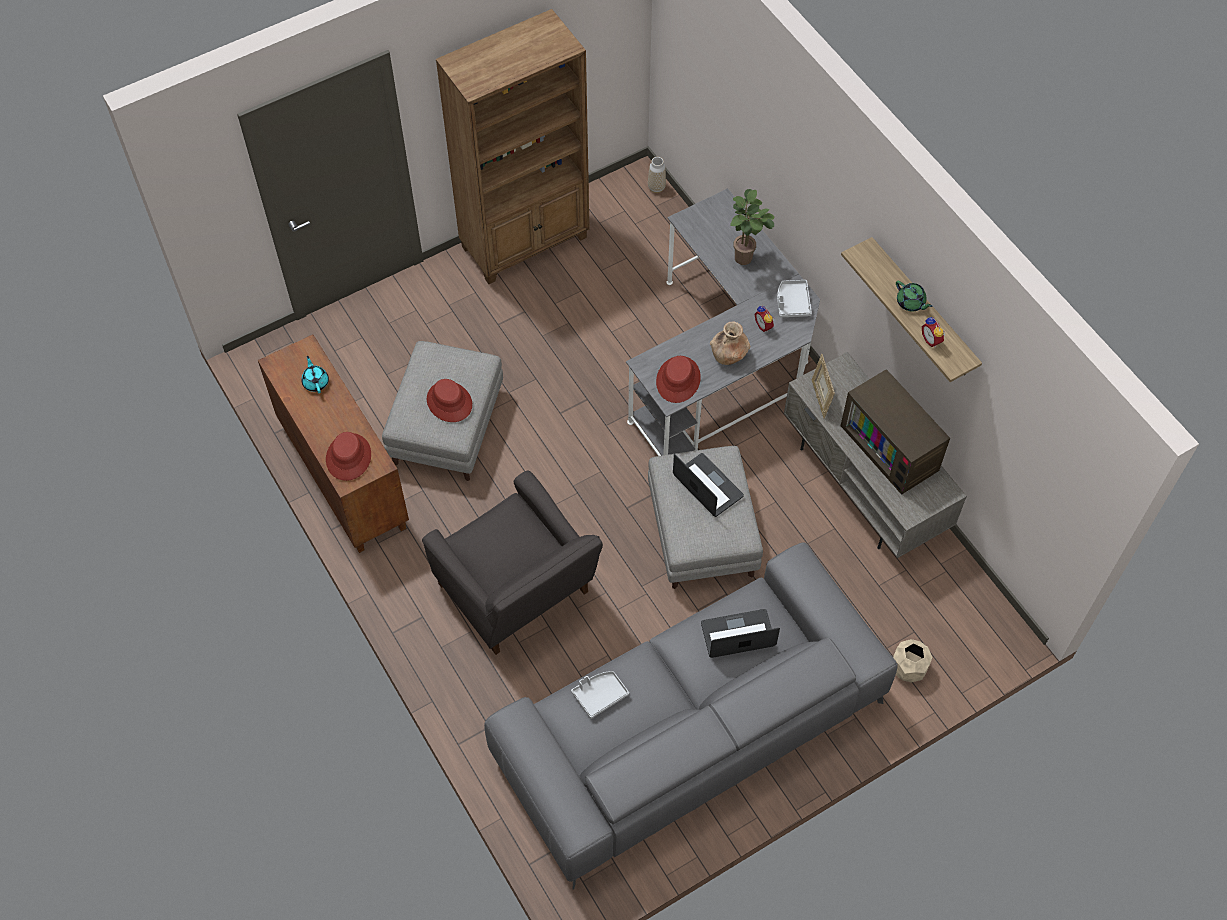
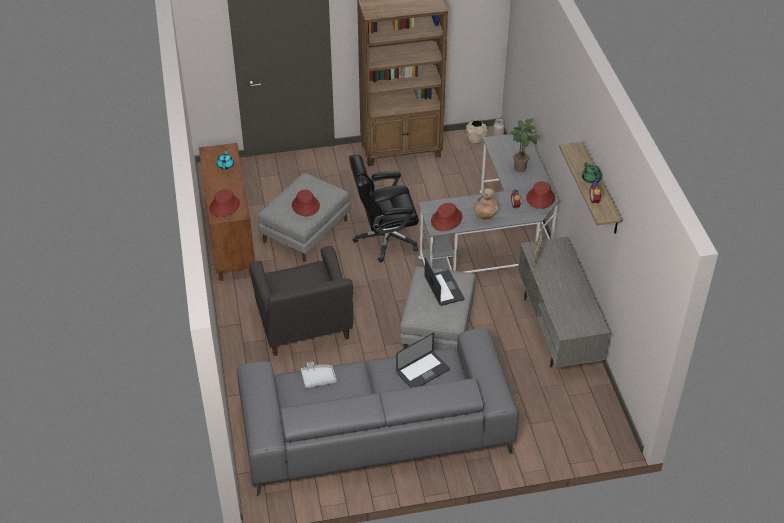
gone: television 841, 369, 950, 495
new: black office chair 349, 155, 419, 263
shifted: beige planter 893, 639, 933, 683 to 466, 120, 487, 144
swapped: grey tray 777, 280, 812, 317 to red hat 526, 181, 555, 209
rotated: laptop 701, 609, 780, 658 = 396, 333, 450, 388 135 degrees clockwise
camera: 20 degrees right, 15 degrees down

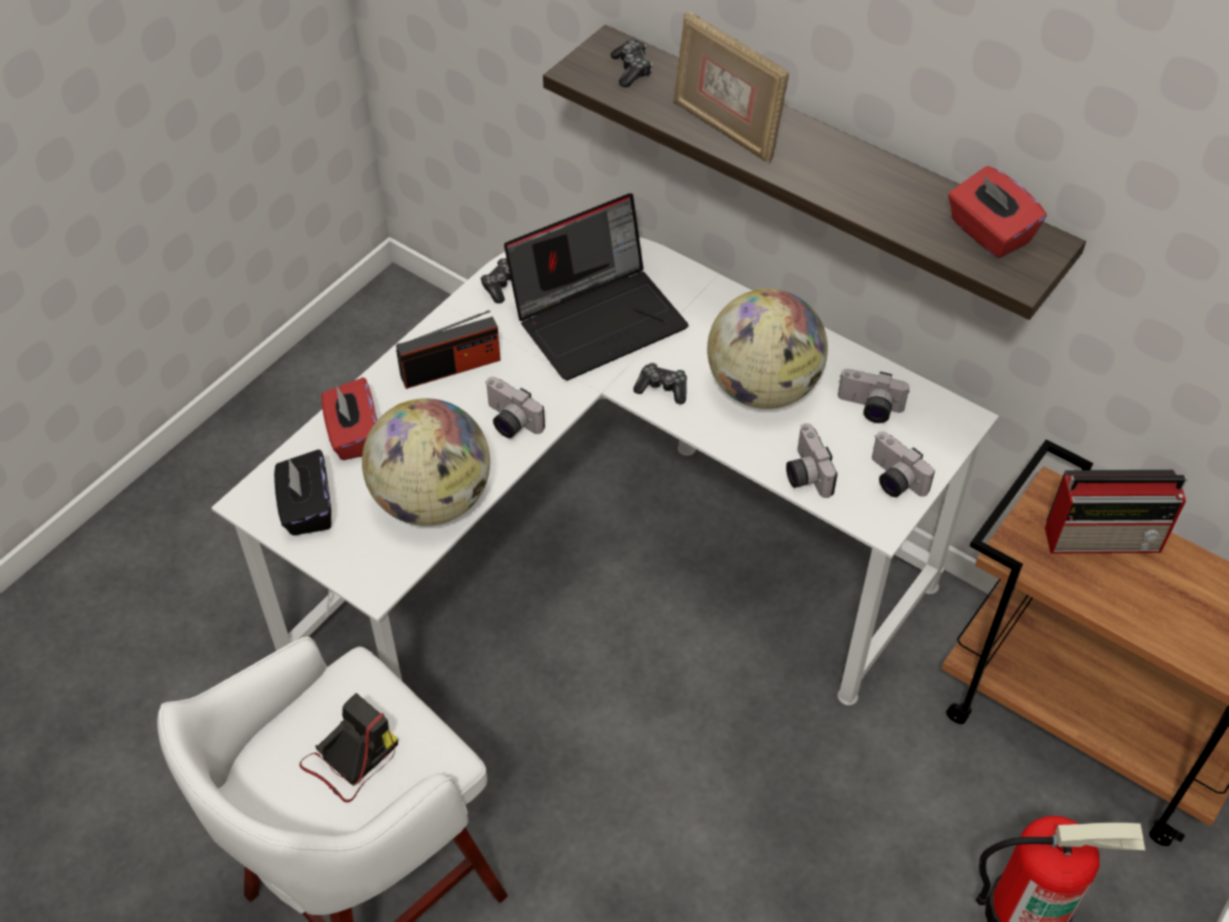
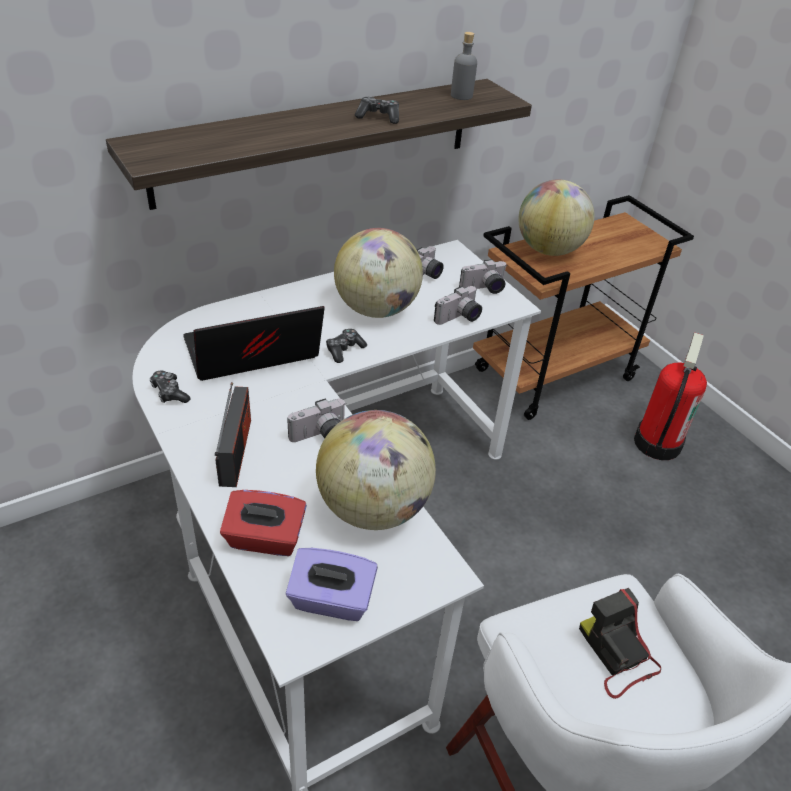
gone: picture frame 673, 12, 789, 164
shifted: game controller 611, 39, 652, 87 to 355, 97, 399, 124
swapped: red tissue box 948, 166, 1047, 258 to grey bottle 451, 32, 477, 100; radio 1045, 470, 1187, 554 to globe 518, 179, 595, 256
repainted: black tissue box 274, 449, 331, 535 to purple tissue box 286, 548, 378, 621
rotated: laptop 504, 193, 689, 380 = 183, 306, 325, 381 105 degrees counterclockwise; photo camera 786, 423, 838, 498 = 434, 286, 482, 325 45 degrees counterclockwise
camera: 70 degrees left, 10 degrees down

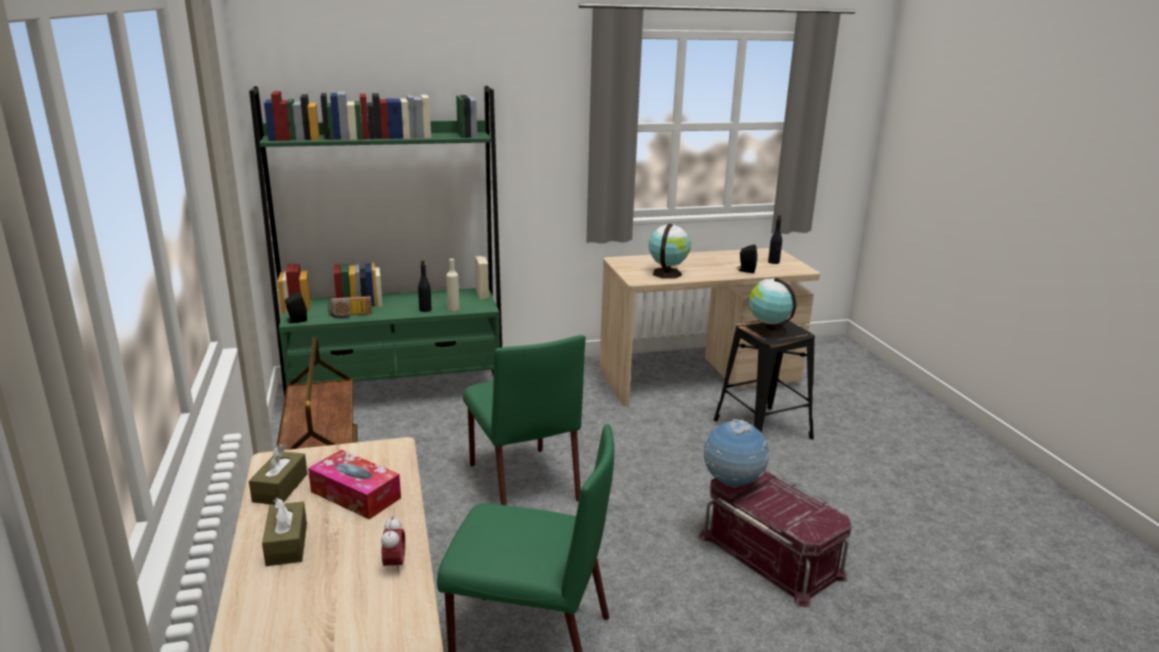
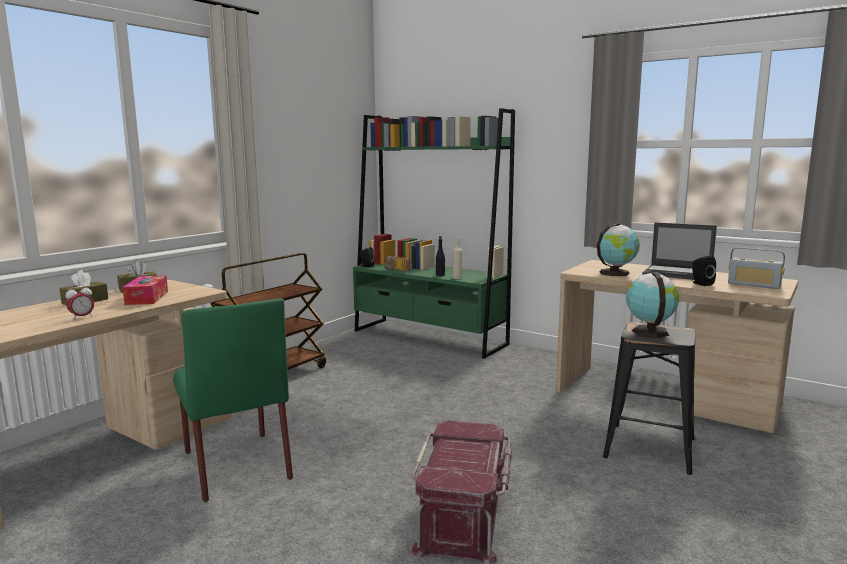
gone: green chair 463, 335, 585, 506; globe 704, 419, 769, 488
new: laptop 642, 223, 717, 280
swapped: black bottle 768, 215, 782, 264 to radio 728, 247, 785, 289
camera: 50 degrees right, 10 degrees down

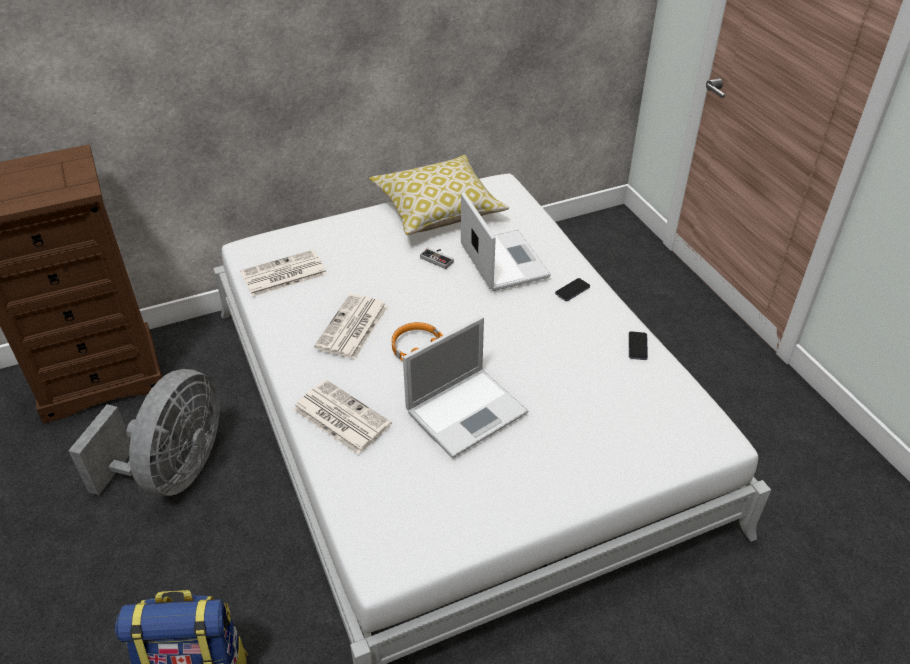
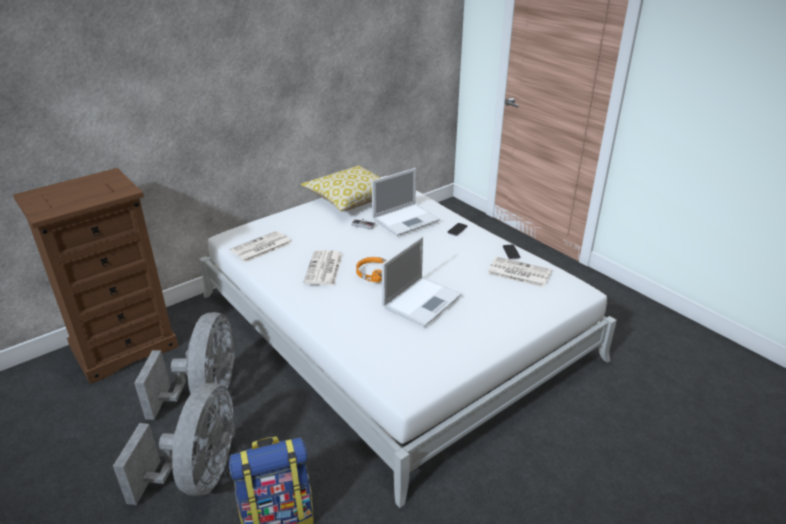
new: grey fan 113, 383, 235, 505
shifted: newspaper 293, 380, 392, 455 to 487, 257, 552, 287
rotated: laptop 461, 192, 551, 291 = 372, 168, 440, 236 90 degrees clockwise
camera: 15 degrees left, 10 degrees down

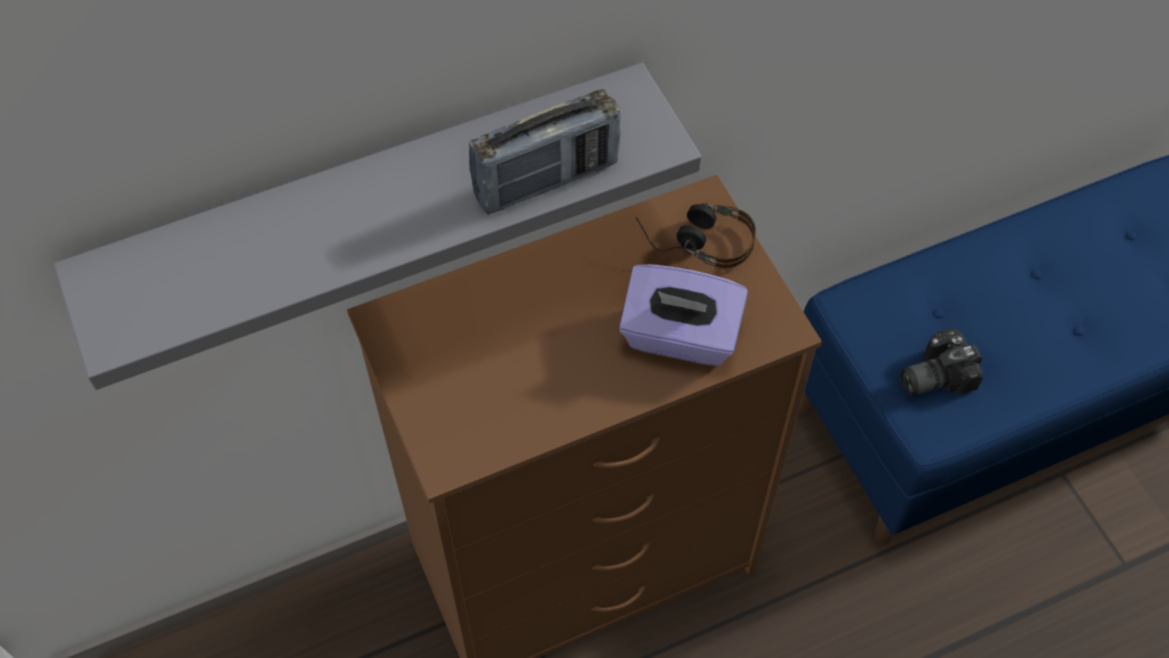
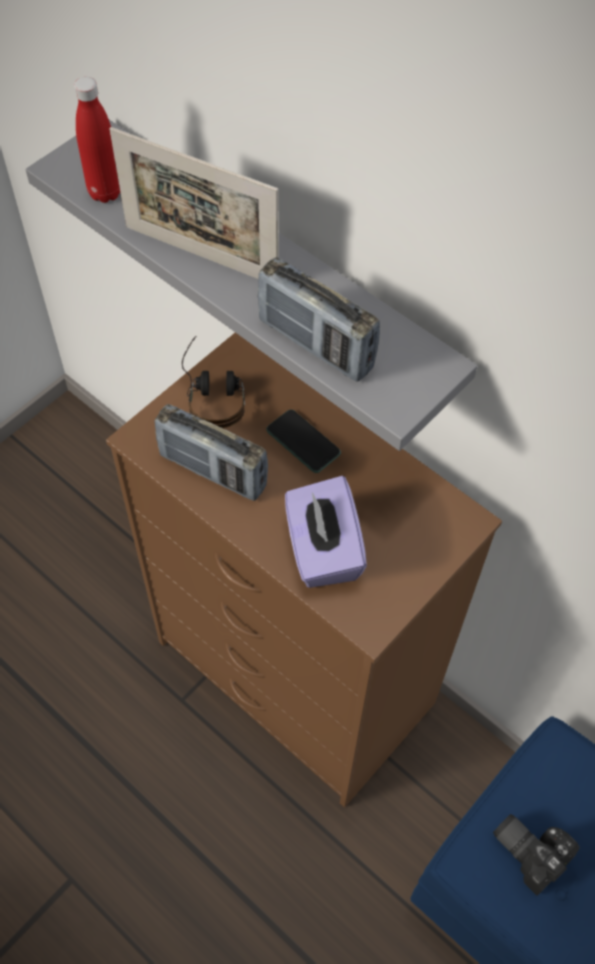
new: red bottle 74, 77, 120, 203; picture frame 109, 127, 279, 279; radio 155, 404, 268, 501; phone 266, 409, 341, 473
shifted: headphones 636, 202, 756, 269 to 182, 336, 245, 428
camera: 65 degrees right, 0 degrees up

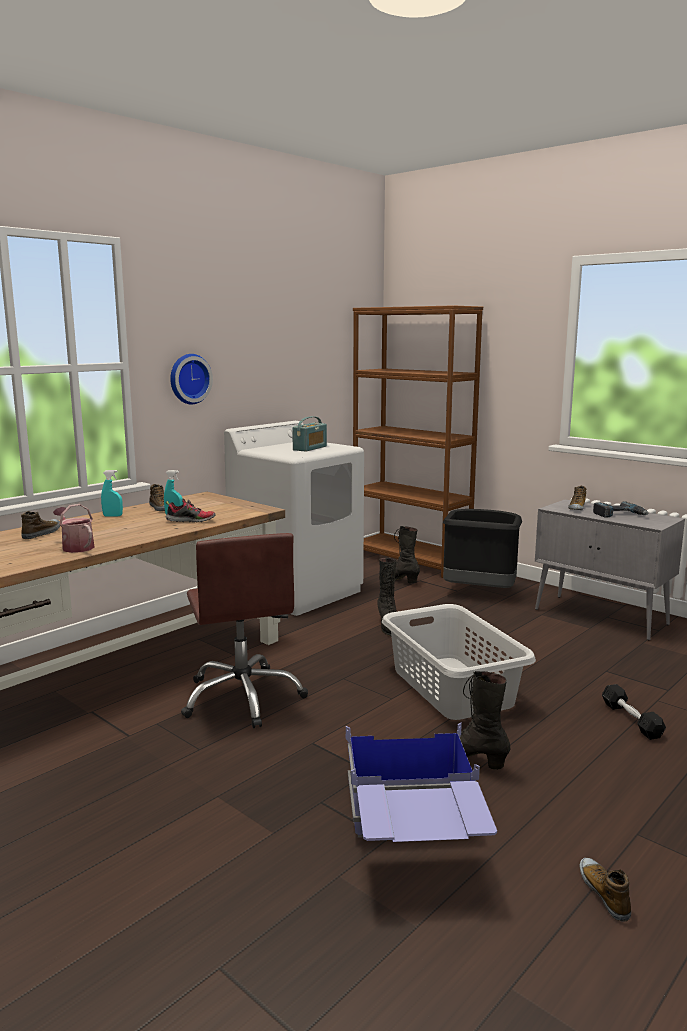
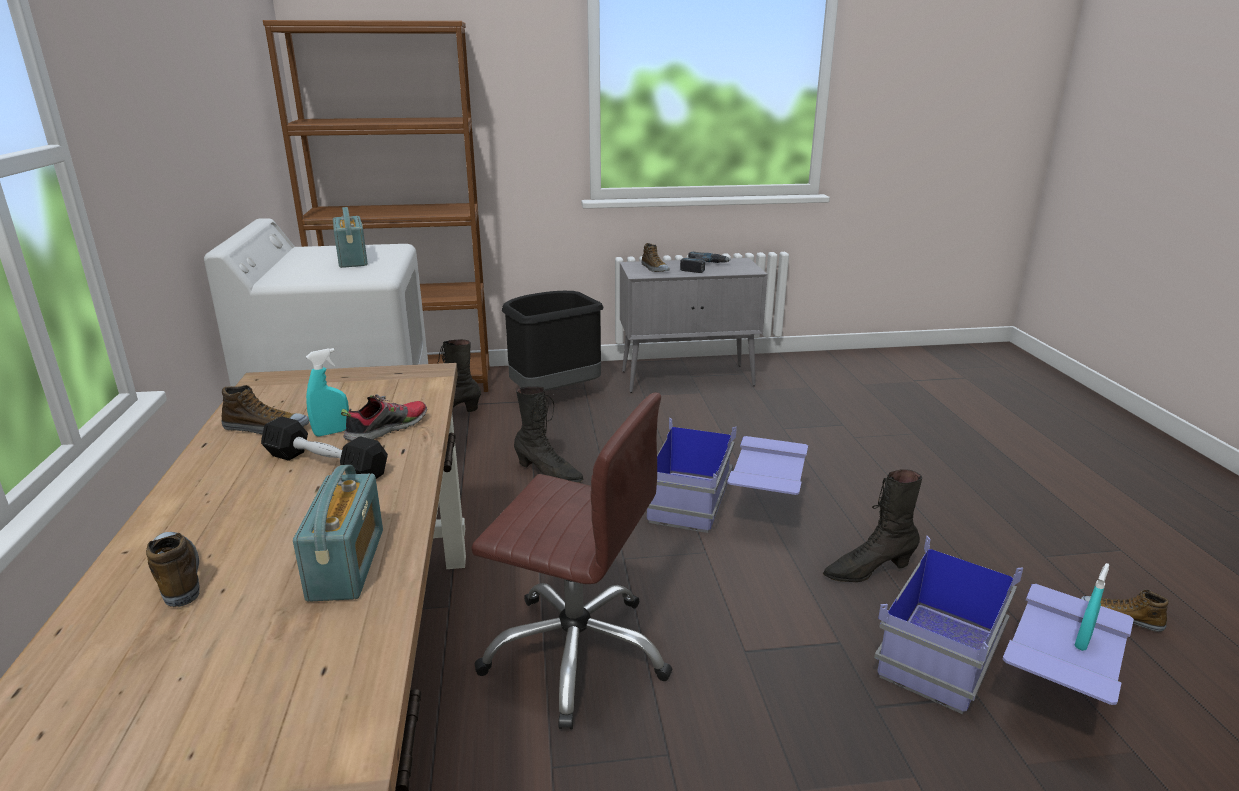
gone: wall clock 170, 354, 213, 404
shifted: turquoise spray bottle 101, 470, 123, 517 to 1074, 563, 1109, 651; black dumbbell 602, 684, 666, 740 to 261, 416, 388, 479
swapped: watering can 53, 504, 95, 553 to radio 293, 465, 383, 602; grey laundry basket 382, 604, 536, 720 to blue storage box 647, 418, 808, 533
camera: 50 degrees left, 10 degrees up

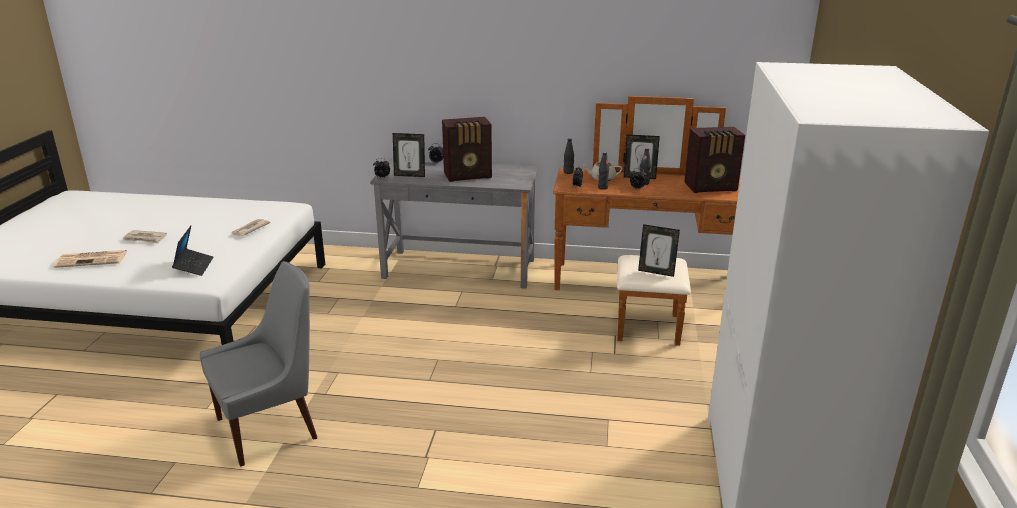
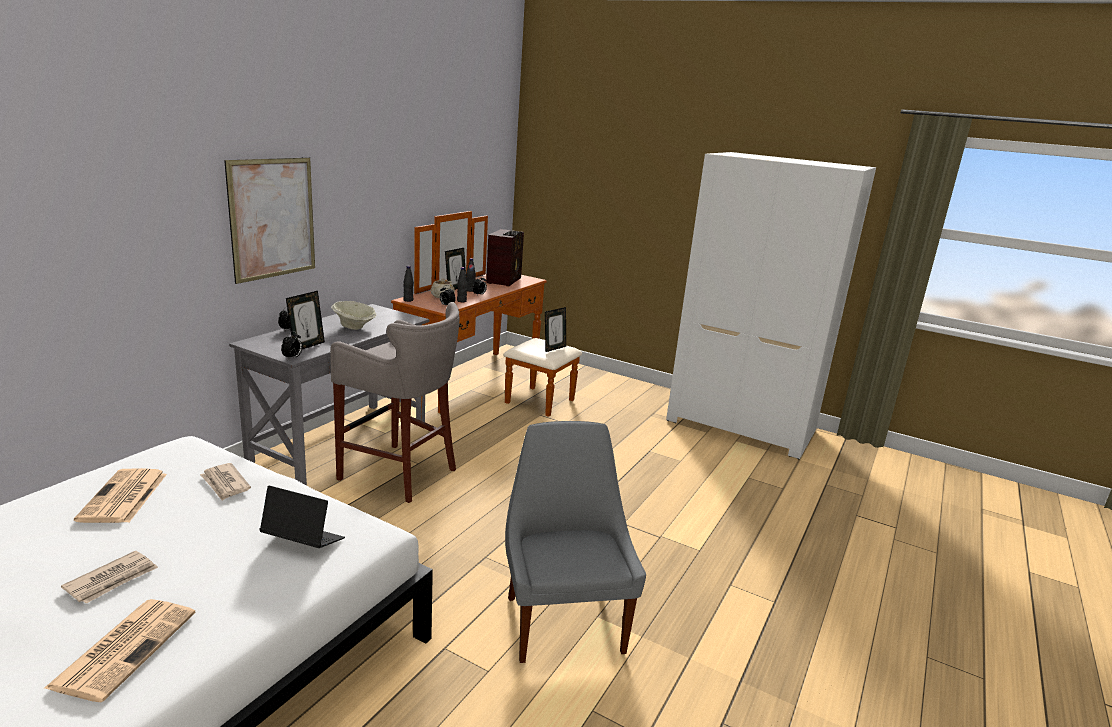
new: picture 224, 157, 315, 284; grey stool 330, 302, 460, 503; newspaper 74, 468, 167, 523
swapped: radio 442, 117, 492, 182 to beige bowl 331, 301, 376, 330
camera: 70 degrees left, 5 degrees down

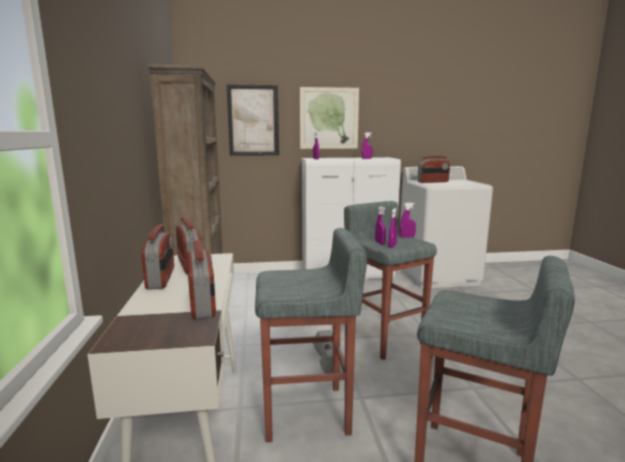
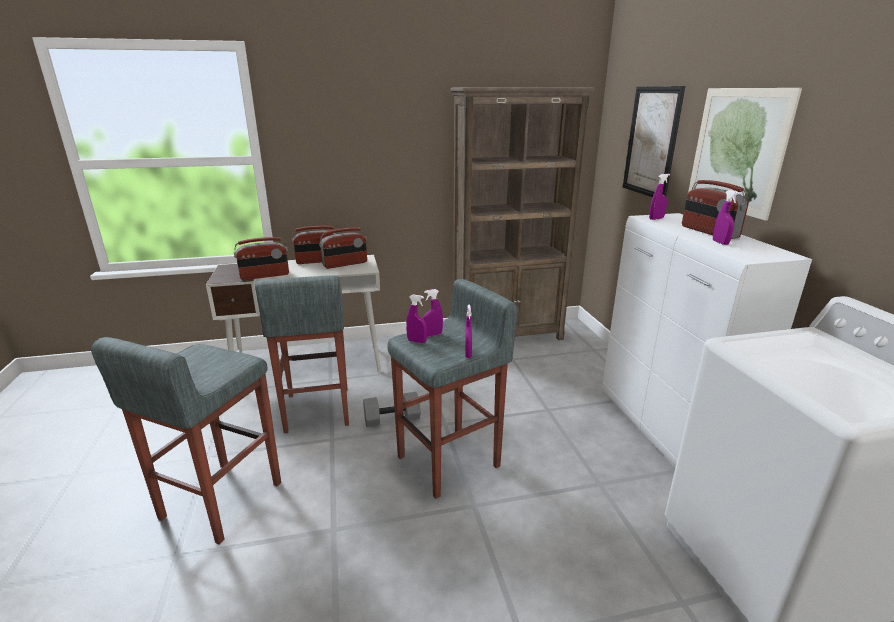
shifted: radio 418, 156, 450, 183 to 682, 180, 748, 239
camera: 85 degrees right, 10 degrees up

